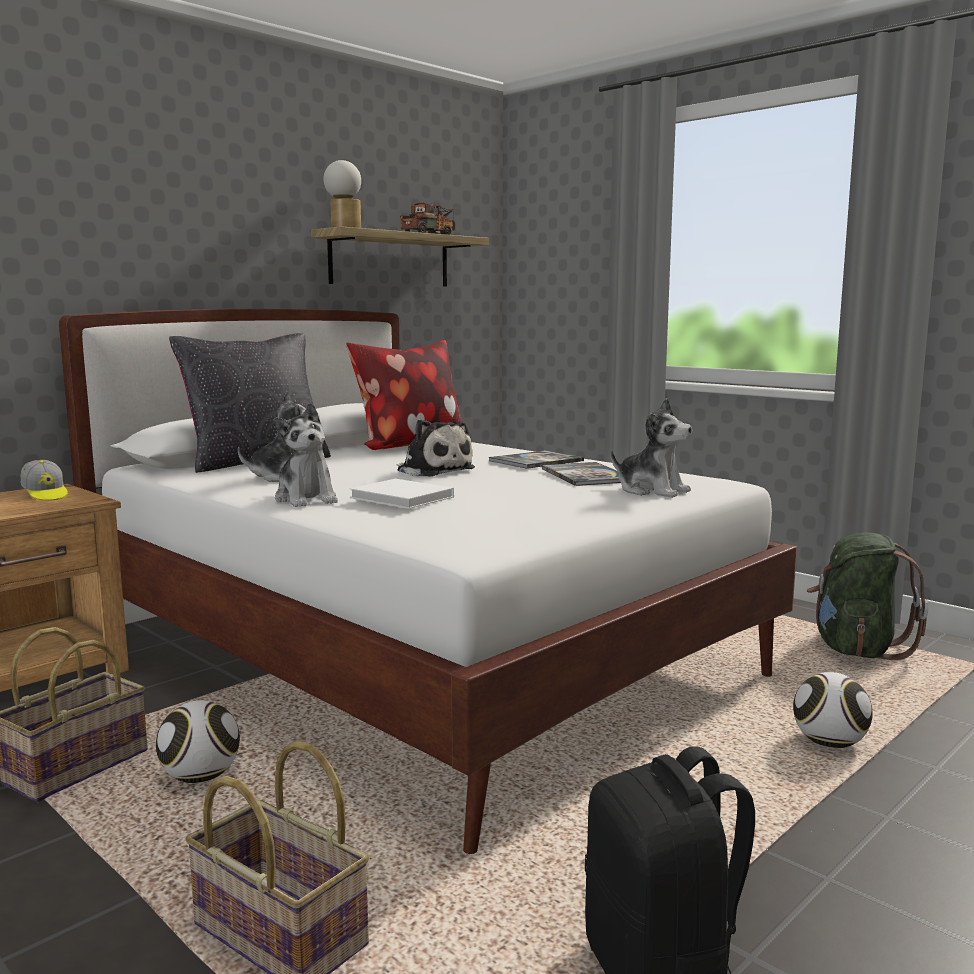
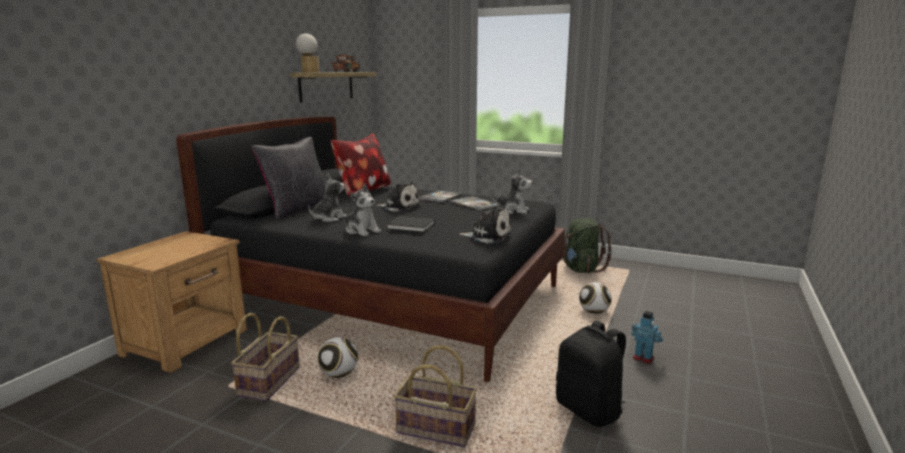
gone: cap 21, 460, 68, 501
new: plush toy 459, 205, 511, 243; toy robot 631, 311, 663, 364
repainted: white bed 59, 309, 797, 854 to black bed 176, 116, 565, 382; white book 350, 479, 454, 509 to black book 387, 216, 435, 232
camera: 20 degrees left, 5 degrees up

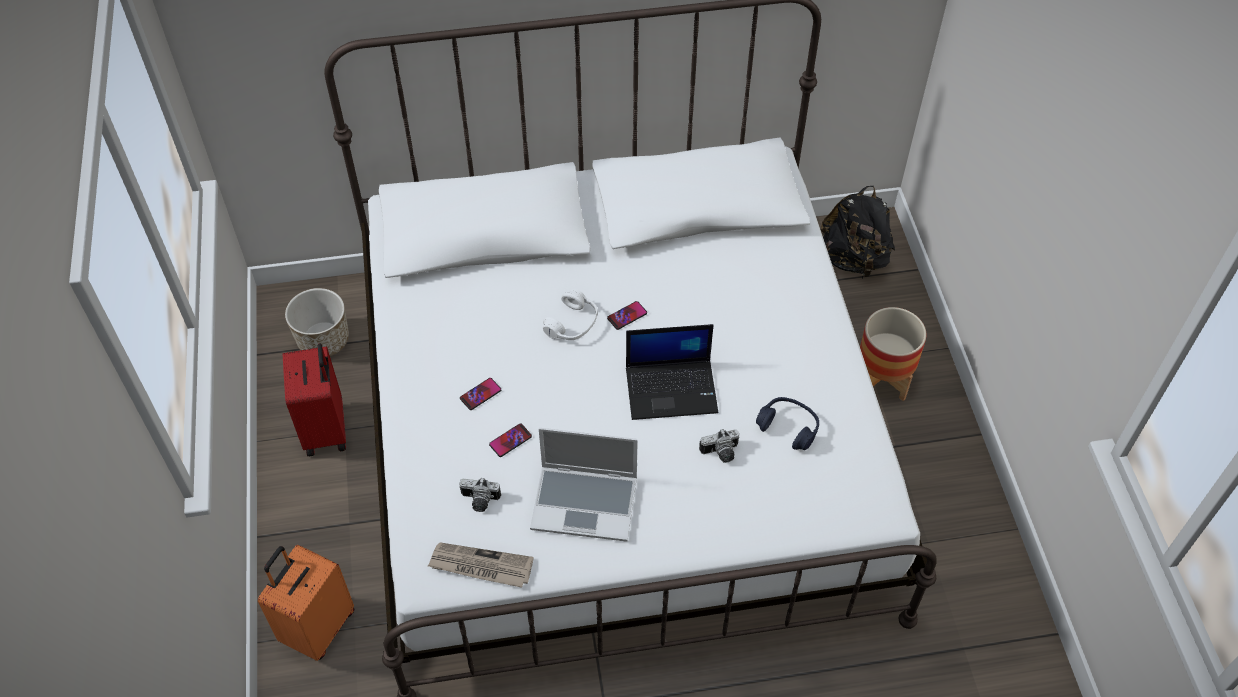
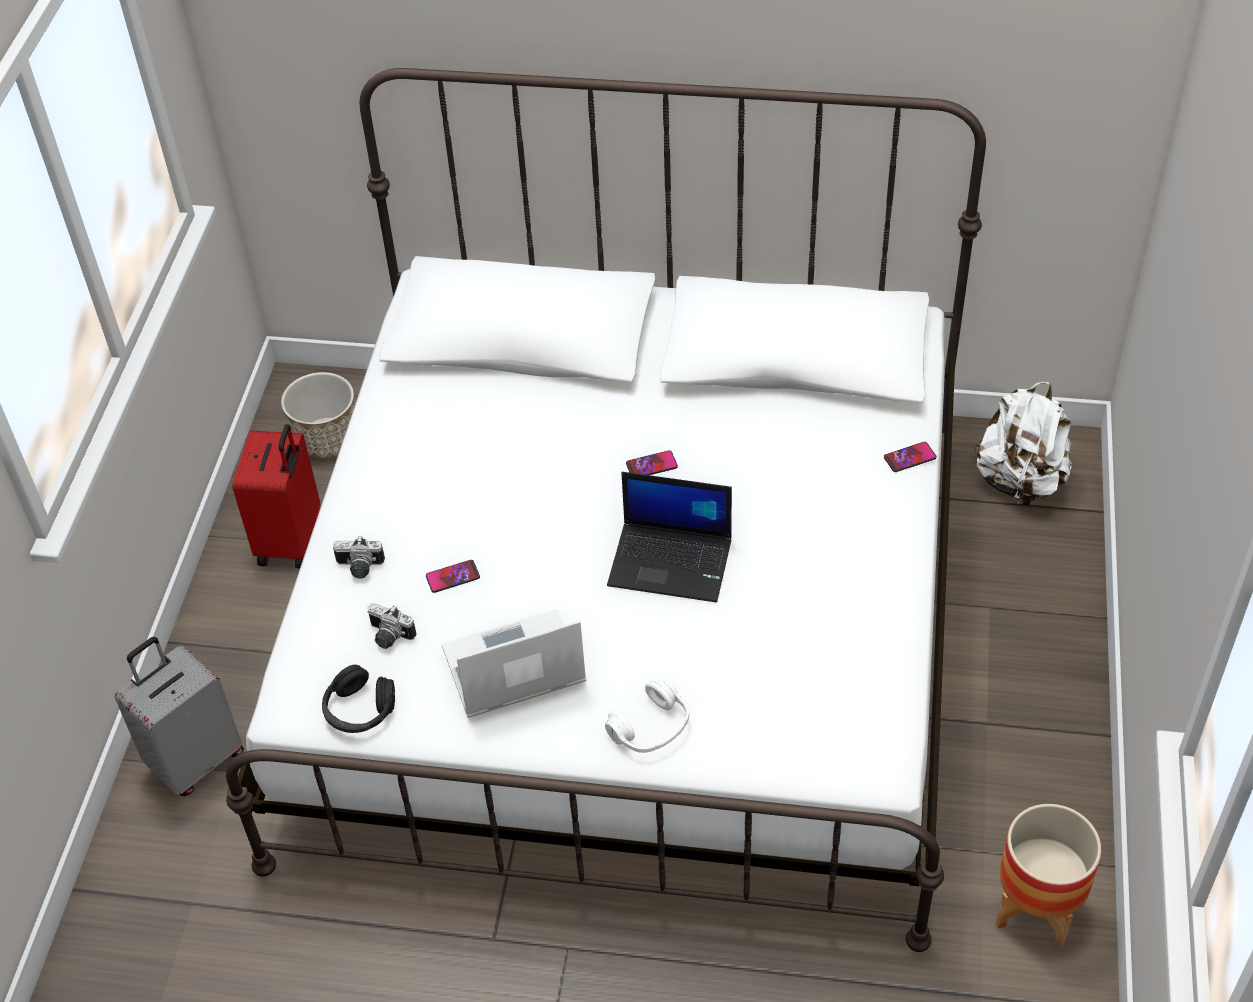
gone: blue headphones 756, 397, 819, 450
shifted: white headphones 543, 289, 598, 340 to 605, 679, 689, 753; planter 860, 307, 926, 401 to 996, 804, 1102, 948; phone 460, 378, 501, 410 to 884, 442, 936, 472; photo camera 699, 429, 739, 463 to 333, 536, 385, 579
swapped: newspaper 428, 543, 534, 588 to black headphones 322, 665, 395, 733
repainted: black backpack 821, 186, 895, 278 to white backpack 975, 382, 1072, 505; orange suitcase 258, 545, 354, 661 to grey suitcase 115, 637, 244, 796
rotated: laptop 530, 428, 638, 542 = 442, 609, 586, 718 135 degrees clockwise
camera: 20 degrees right, 5 degrees down

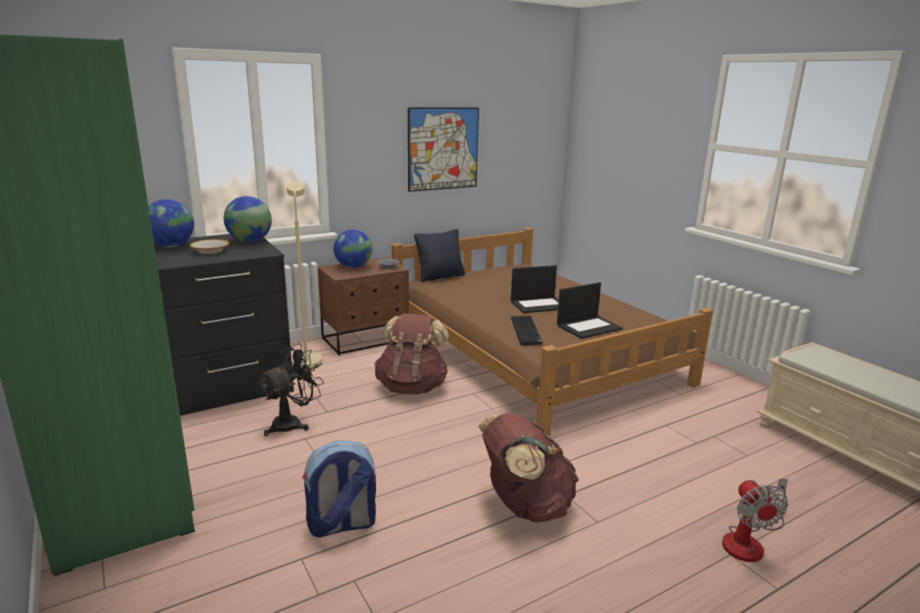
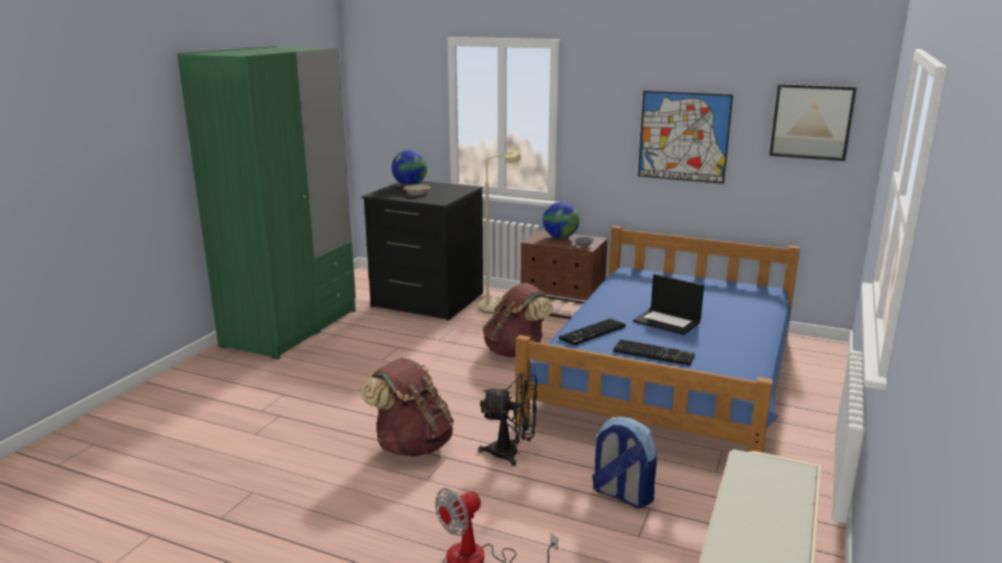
gone: globe 224, 196, 272, 242; black pillow 414, 229, 465, 282
new: picture 769, 84, 857, 161
shifted: black fan 257, 343, 324, 436 to 478, 373, 537, 466; backpack 302, 440, 376, 538 to 592, 417, 657, 508
swapped: laptop 557, 282, 623, 339 to keyboard 613, 339, 695, 366
repainted: brown bed 392, 227, 713, 436 to blue bed 515, 226, 800, 453
camera: 55 degrees right, 0 degrees up

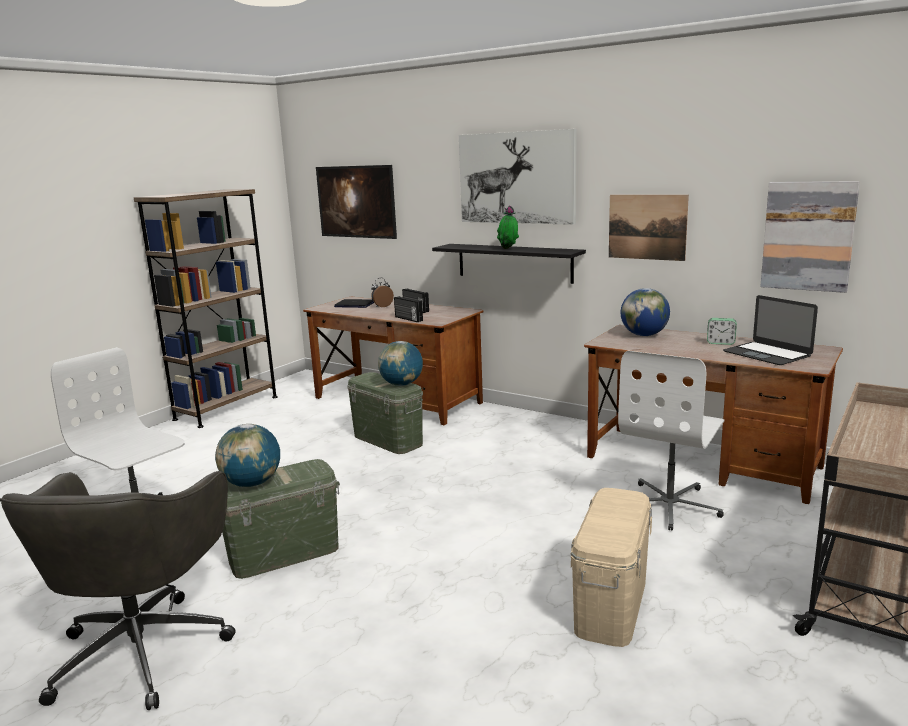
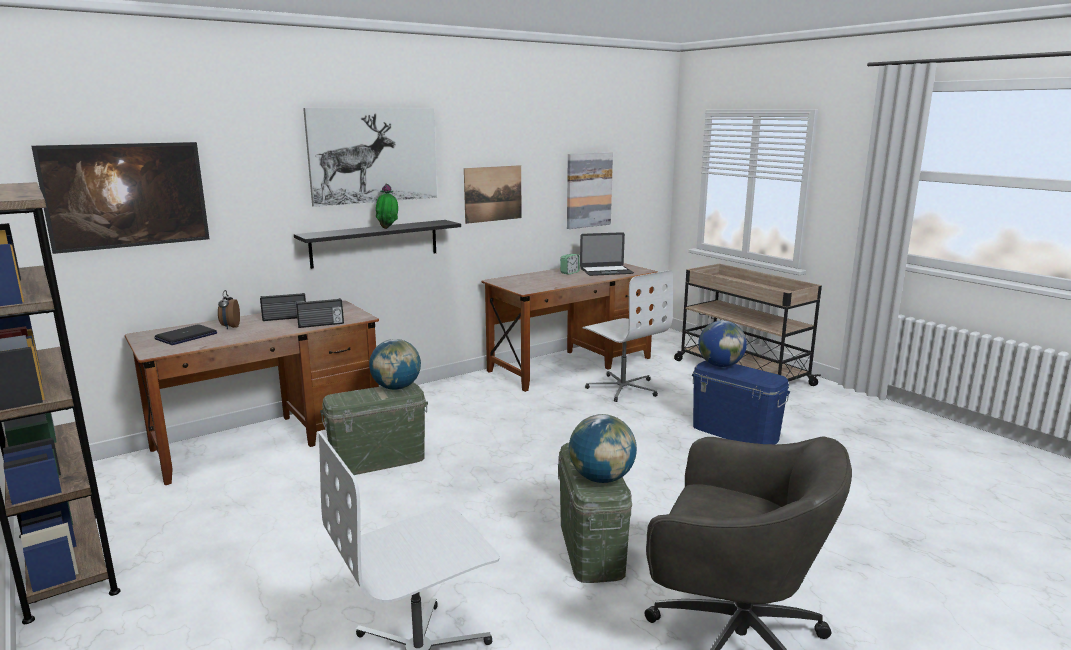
shifted: globe 621, 288, 670, 336 to 698, 320, 747, 367
repainted: beige storage box 570, 488, 652, 647 to blue storage box 692, 360, 790, 444
camera: 70 degrees left, 0 degrees up

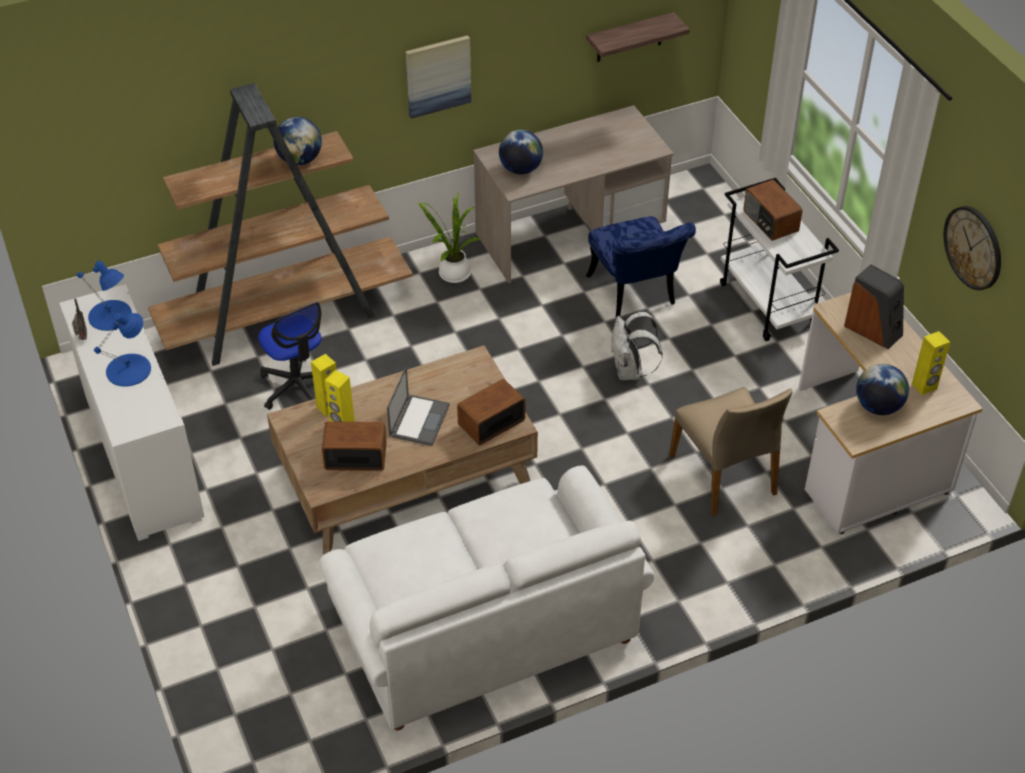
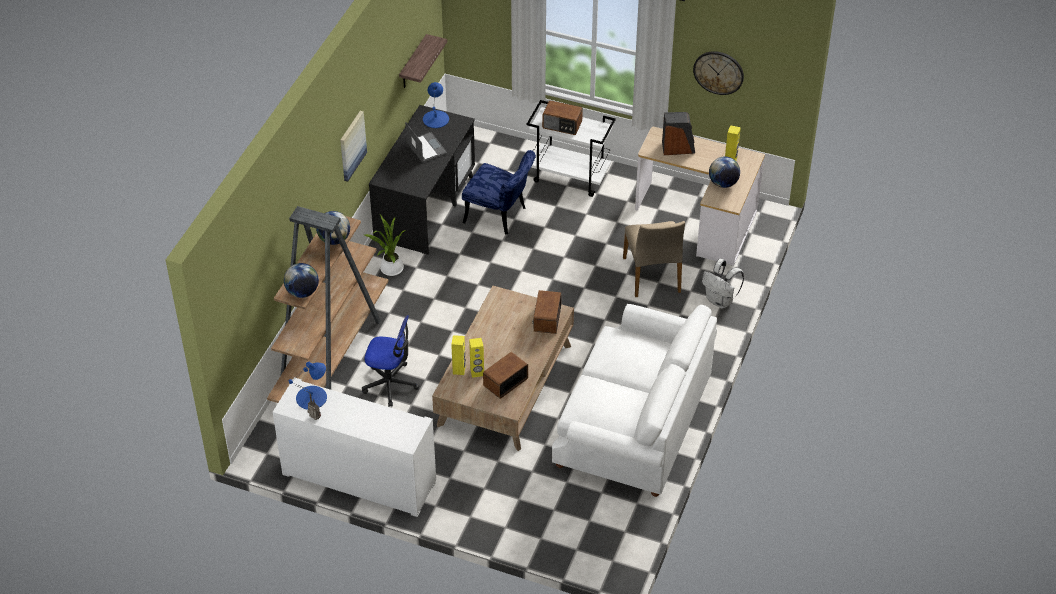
shifted: globe 499, 130, 543, 175 to 284, 263, 319, 298; white backpack 611, 312, 663, 380 to 702, 259, 744, 309; blue table lamp 94, 313, 151, 387 to 423, 82, 449, 128; laptop 387, 367, 450, 446 to 405, 122, 447, 163
repainted: beige desk 473, 105, 674, 283 to black desk 369, 105, 475, 254
rotated: beige chair 669, 388, 793, 516 = 623, 221, 685, 297 60 degrees clockwise
camera: 45 degrees left, 0 degrees up

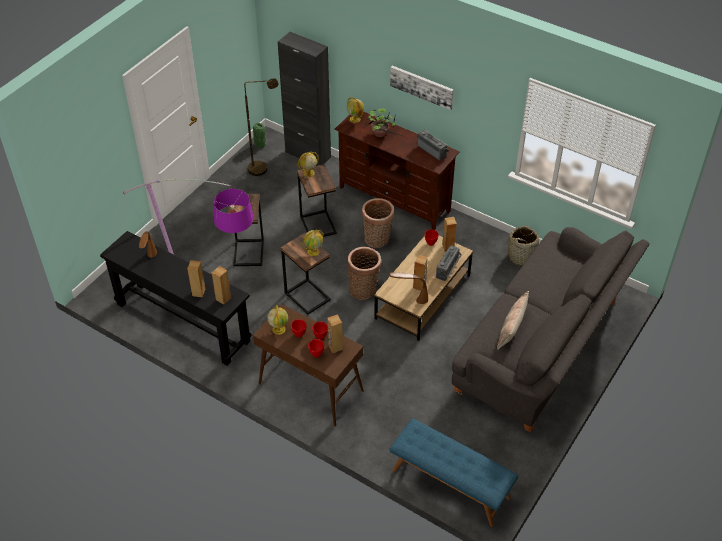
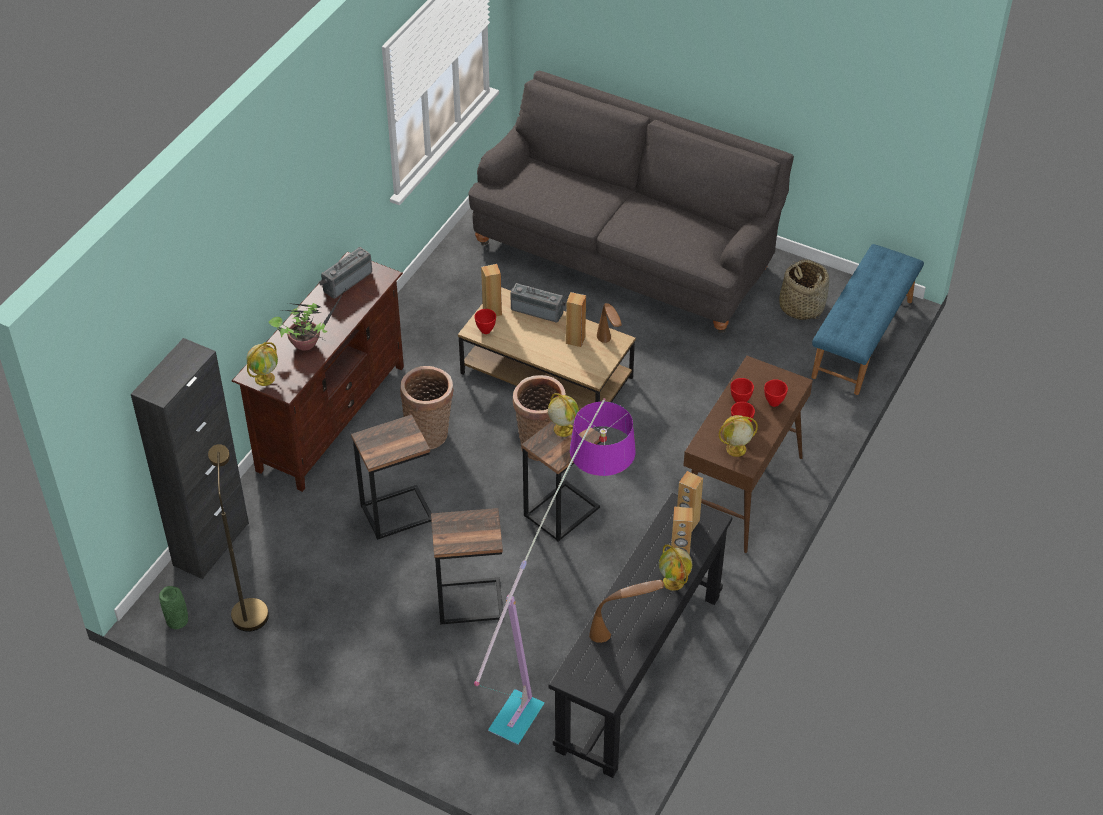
gone: picture 390, 66, 454, 110; pillow 497, 291, 529, 350; brown speaker 327, 314, 343, 353
shifted: globe 298, 152, 319, 177 to 659, 544, 692, 591; basket 508, 226, 541, 266 to 779, 259, 829, 320
camera: 95 degrees left, 0 degrees up

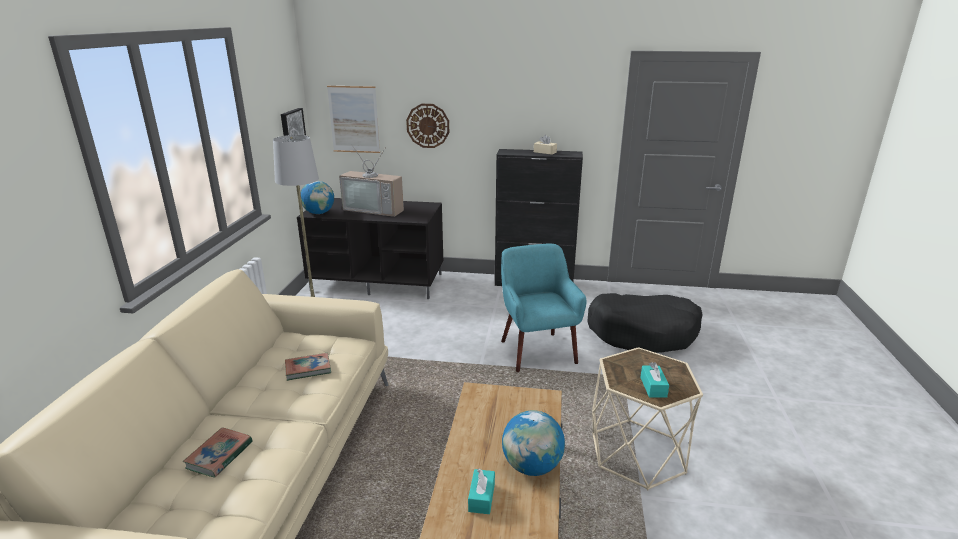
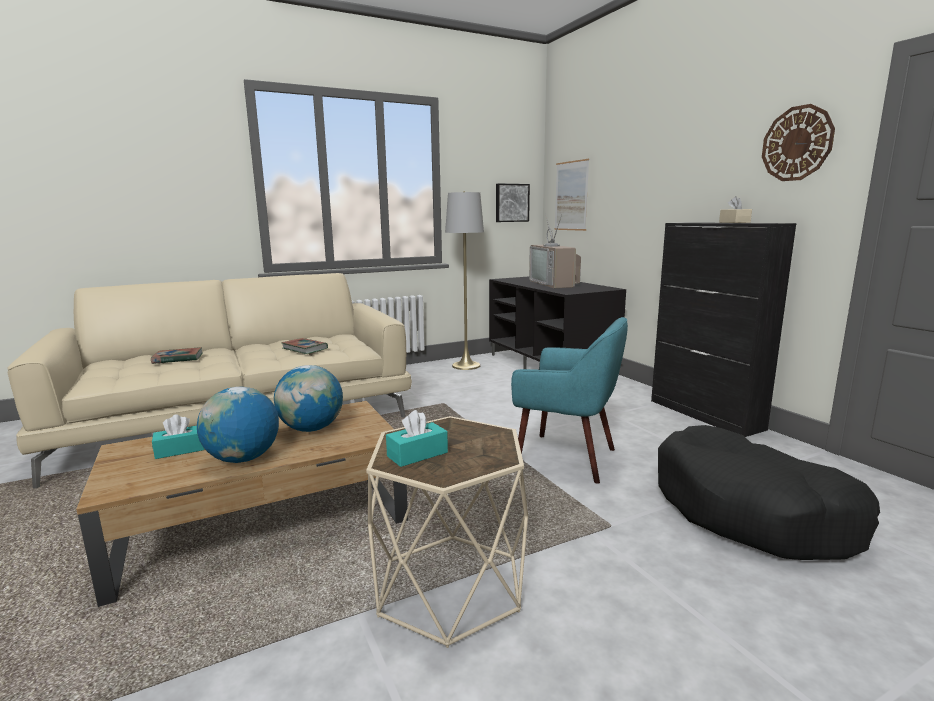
shifted: wall clock 406, 104, 449, 148 to 762, 104, 835, 181; globe 300, 181, 334, 214 to 274, 365, 343, 432
rotated: turquoise armchair 501, 244, 586, 372 = 511, 317, 628, 484 75 degrees clockwise
camera: 55 degrees right, 10 degrees down

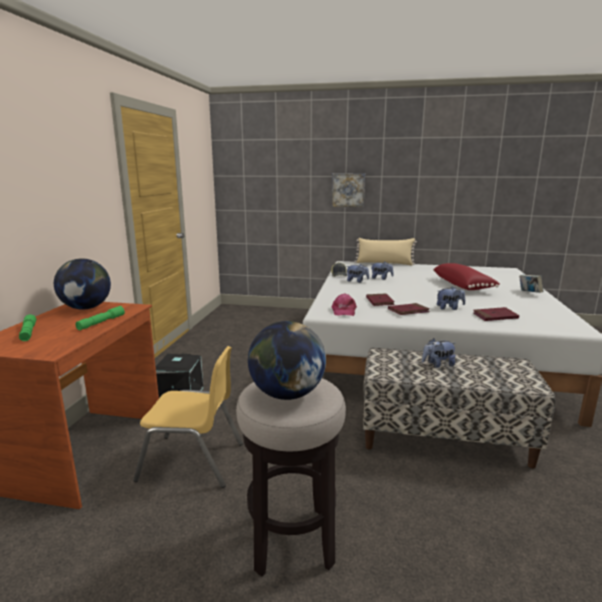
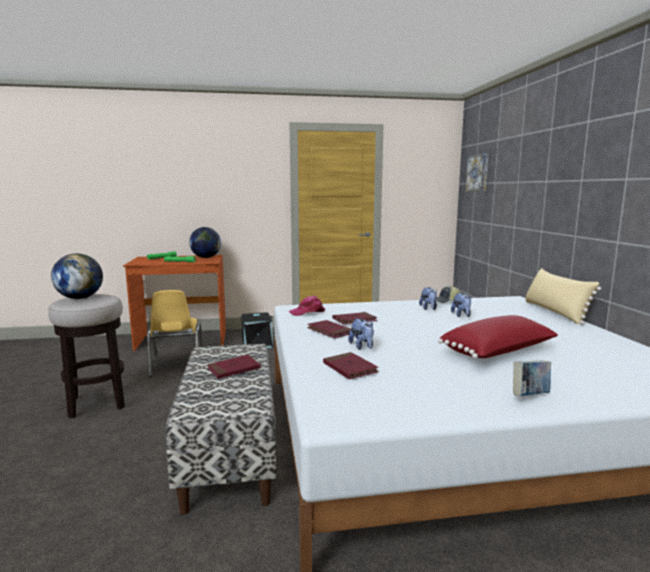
shifted: picture 332, 173, 365, 207 to 465, 153, 489, 191
swapped: plush toy 422, 338, 456, 368 to red book 207, 355, 260, 379
camera: 70 degrees right, 5 degrees down

